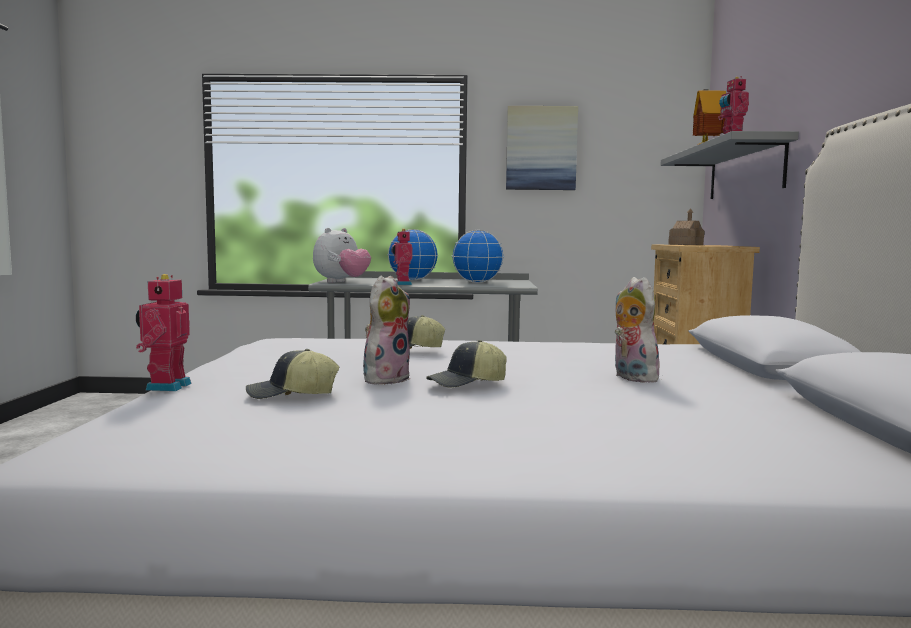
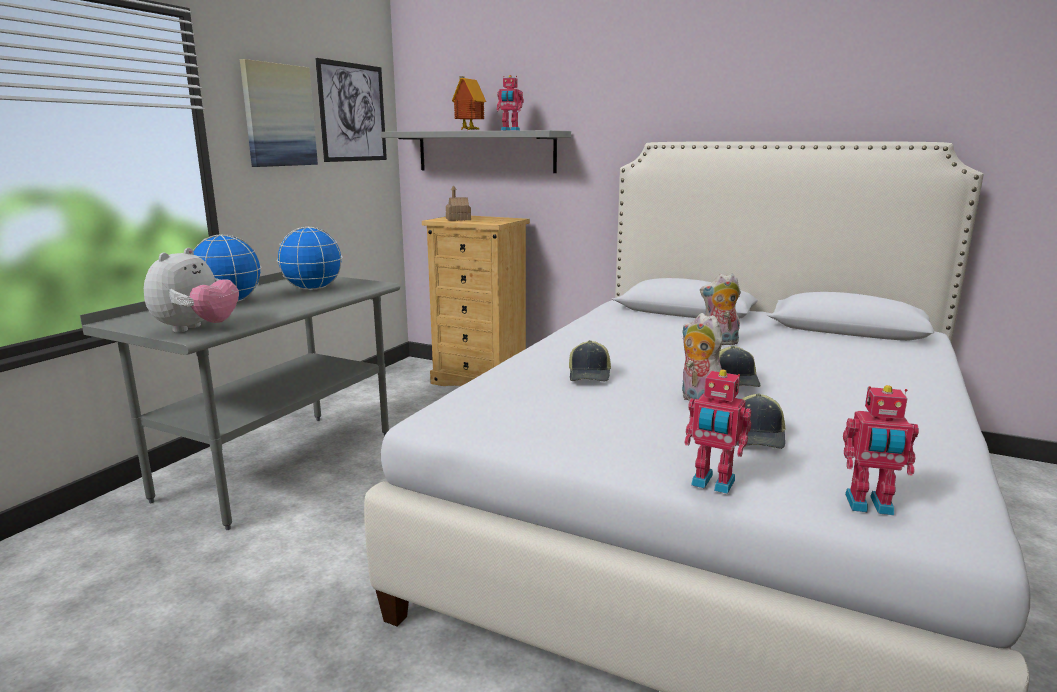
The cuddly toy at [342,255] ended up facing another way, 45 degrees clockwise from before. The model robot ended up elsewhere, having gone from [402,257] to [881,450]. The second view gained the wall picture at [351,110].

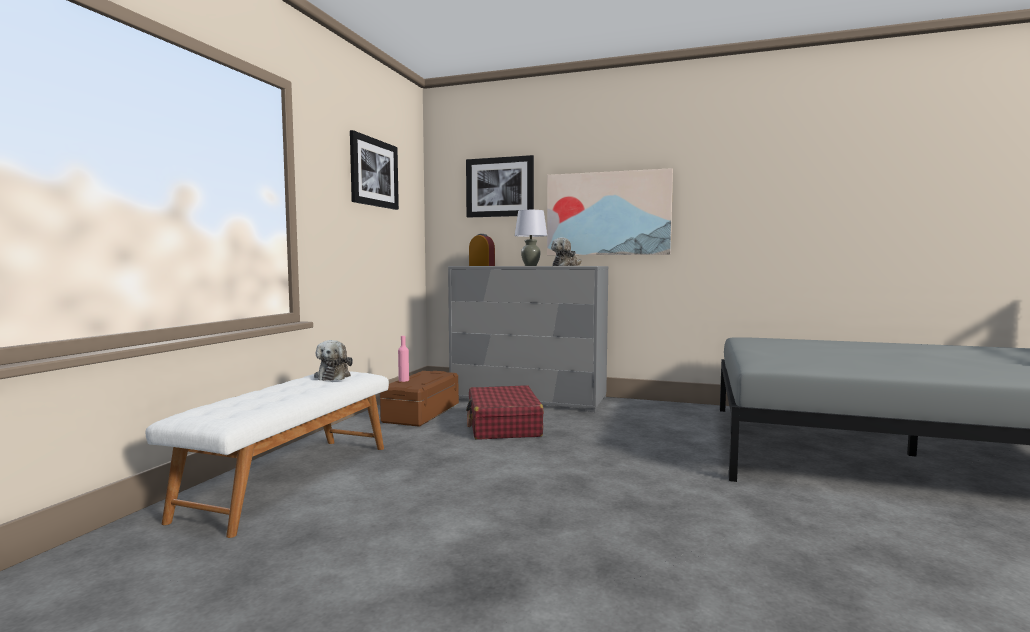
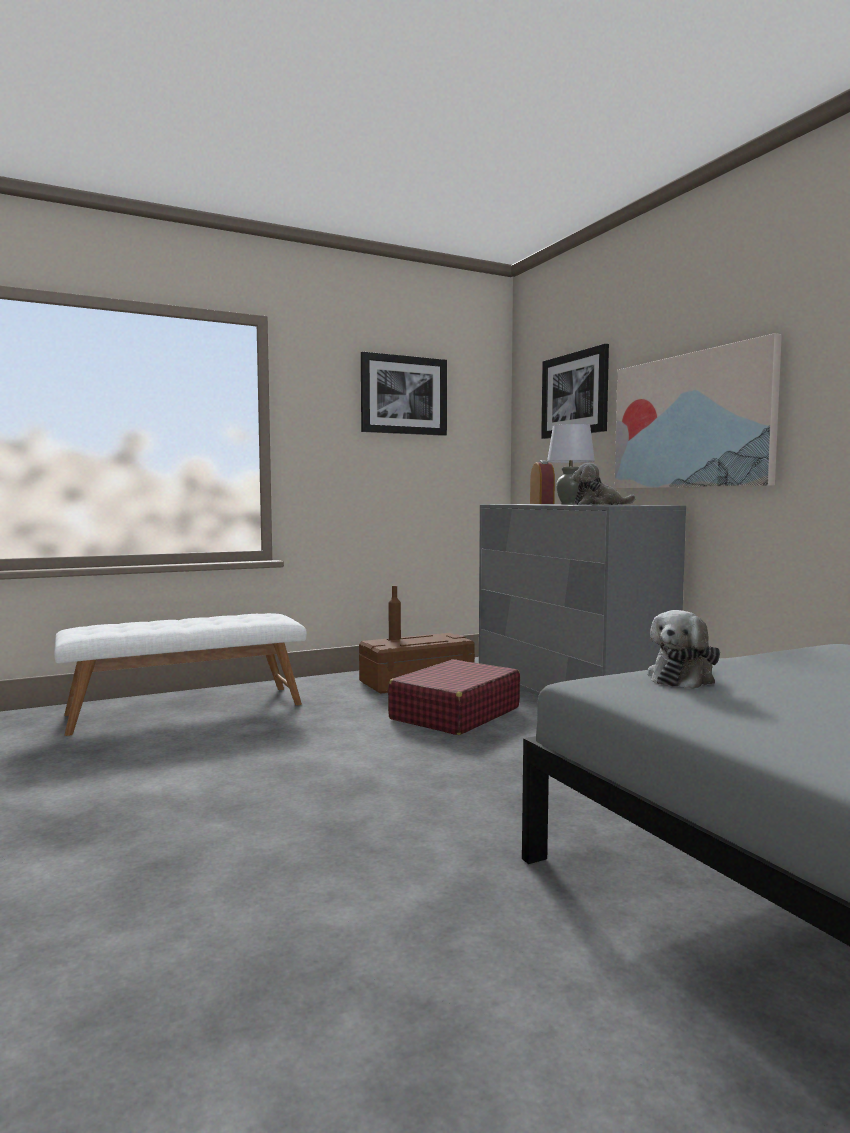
The cuddly toy ended up elsewhere, having gone from [333,360] to [683,649]. What was the pink bottle at [403,359] turned into the brownish bottle at [395,613].

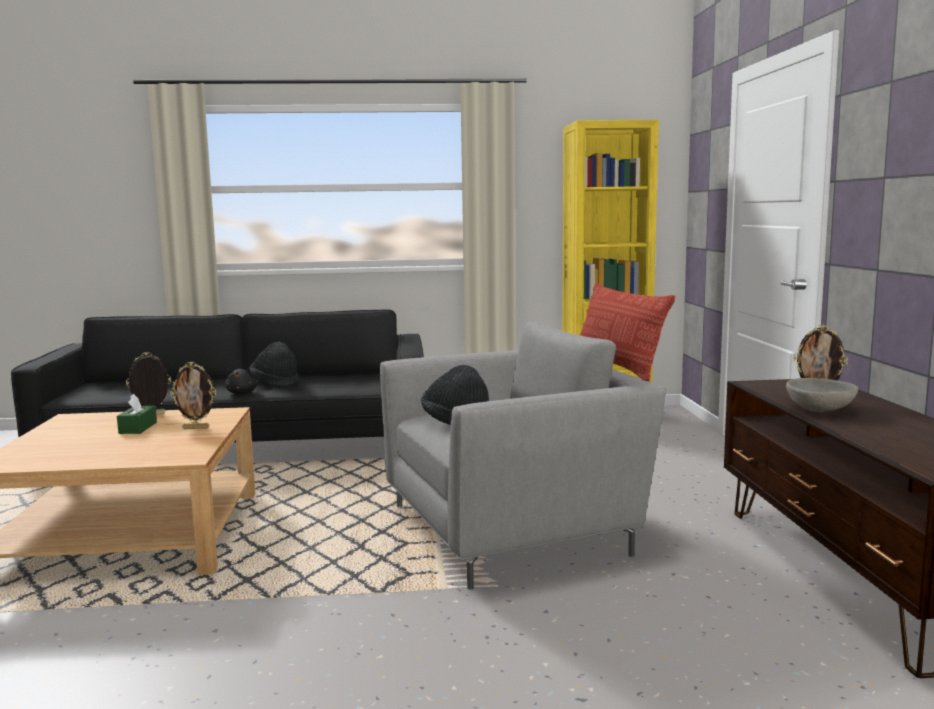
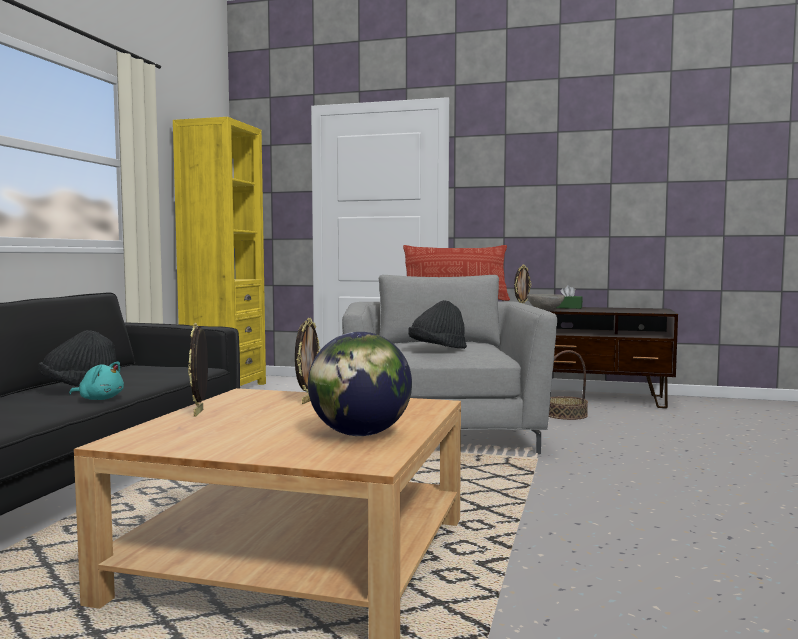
The green tissue holder ended up elsewhere, having gone from [137,413] to [569,297]. What was the black-coloured cuddly toy at [241,381] turned into the turquoise cuddly toy at [96,380]. The second view gained the world globe at [360,384]. The second view gained the household basket at [568,385].

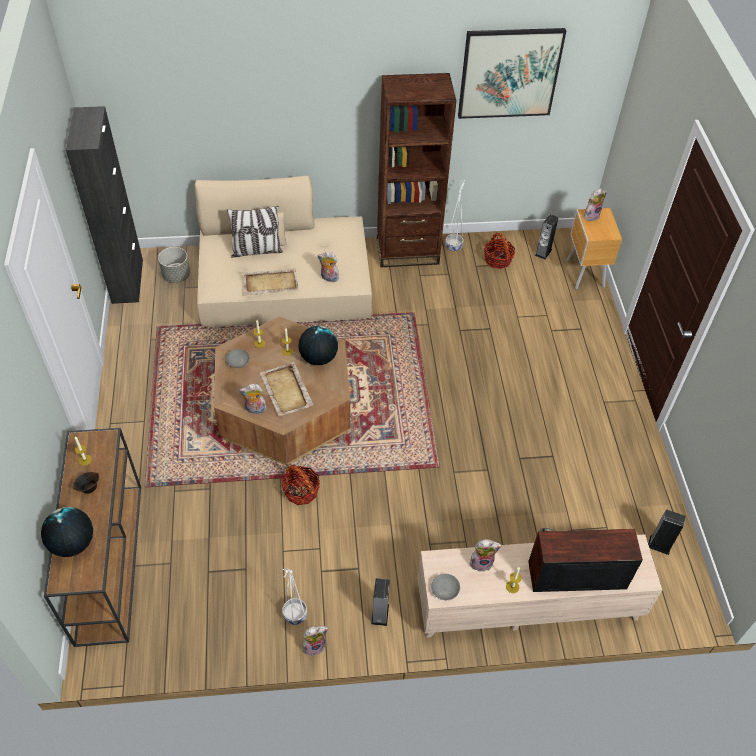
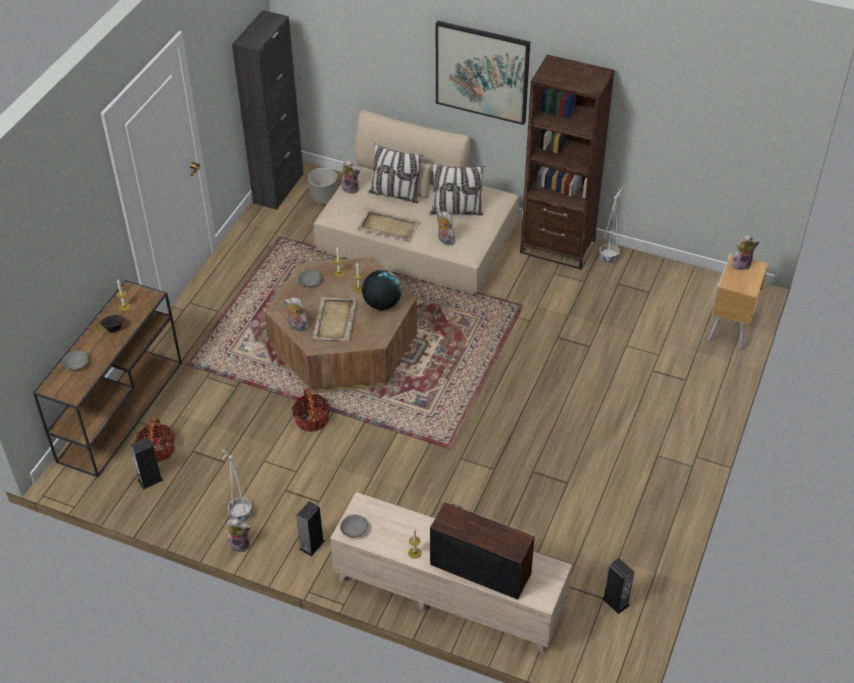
Where the world globe stood at [67,532], the grey deep dish came to stand at [75,360]. The wall picture ended up elsewhere, having gone from [512,73] to [483,73]. The cuddly toy ended up elsewhere, having gone from [486,555] to [351,177]. The household basket ended up elsewhere, having gone from [499,251] to [155,440]. The speaker ended up elsewhere, having gone from [547,237] to [147,463]. The second view gained the pillow at [457,189].

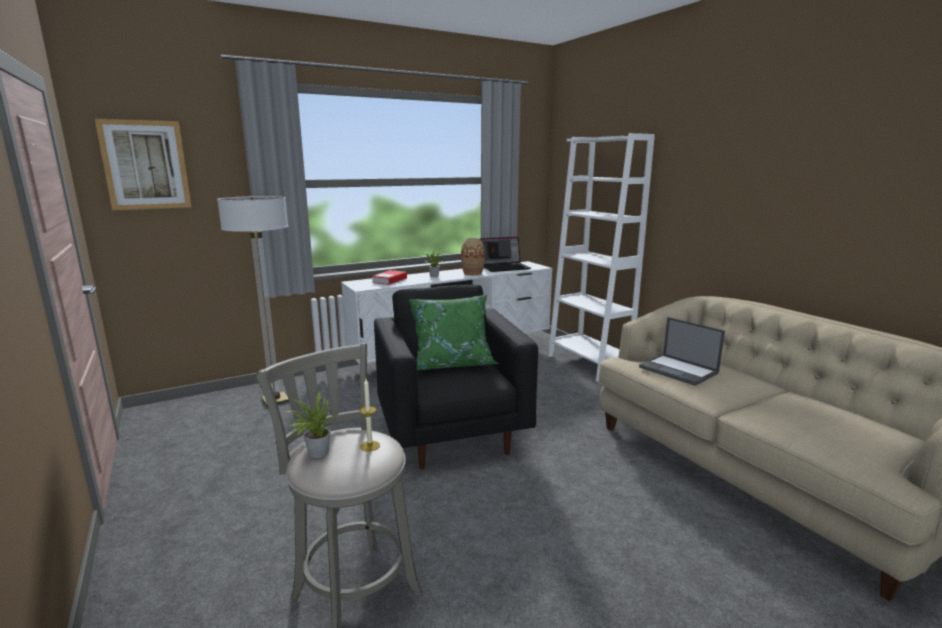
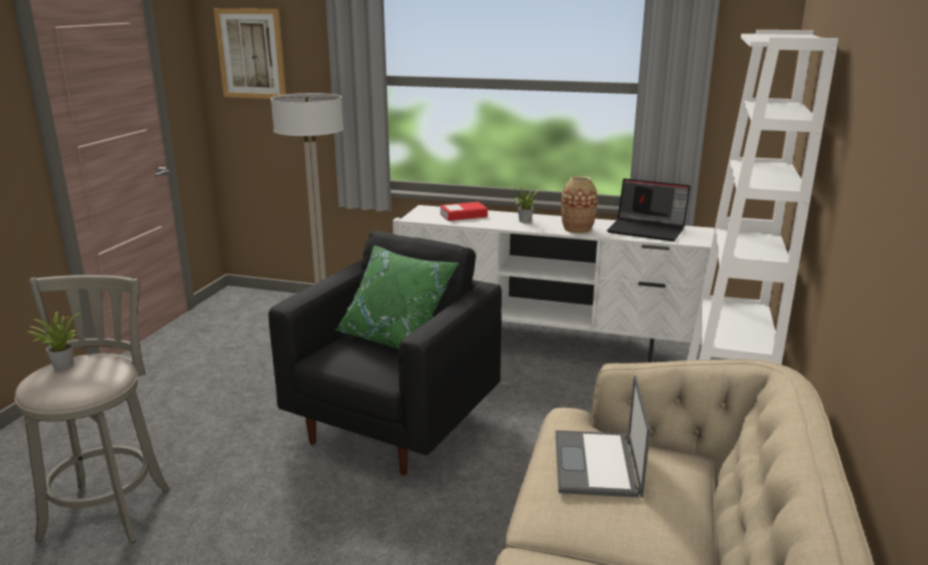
The second view lost the wax candle at [369,415].

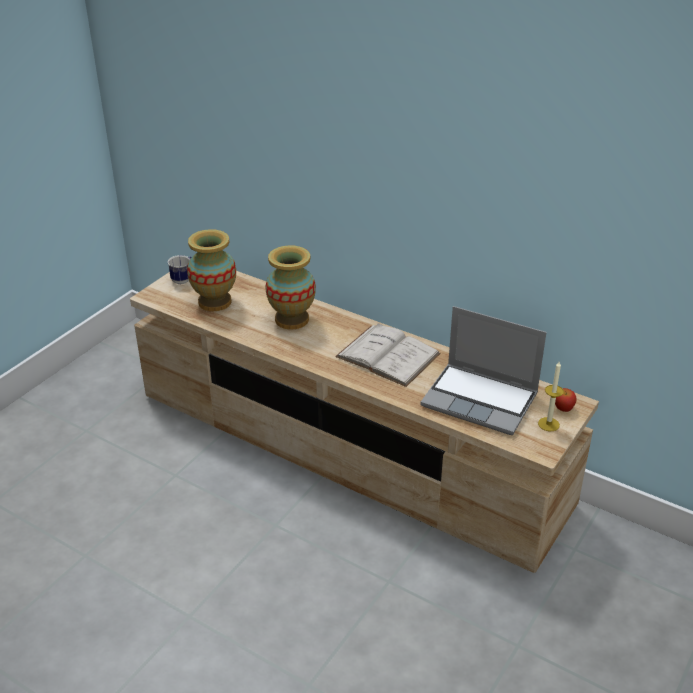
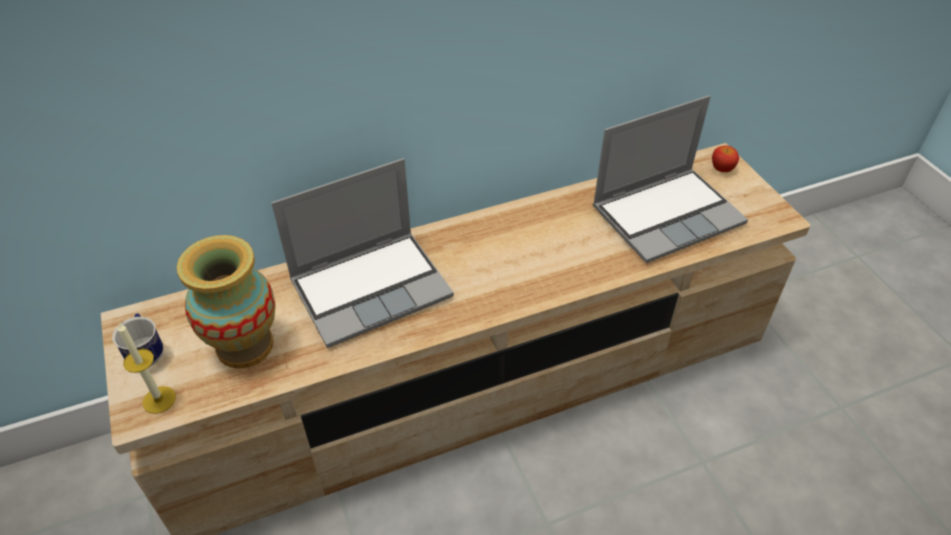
Where the decorative vase stood at [290,287], the portable computer came to stand at [362,253]. The second view lost the white book at [388,355]. The wax candle ended up elsewhere, having gone from [551,396] to [147,368].

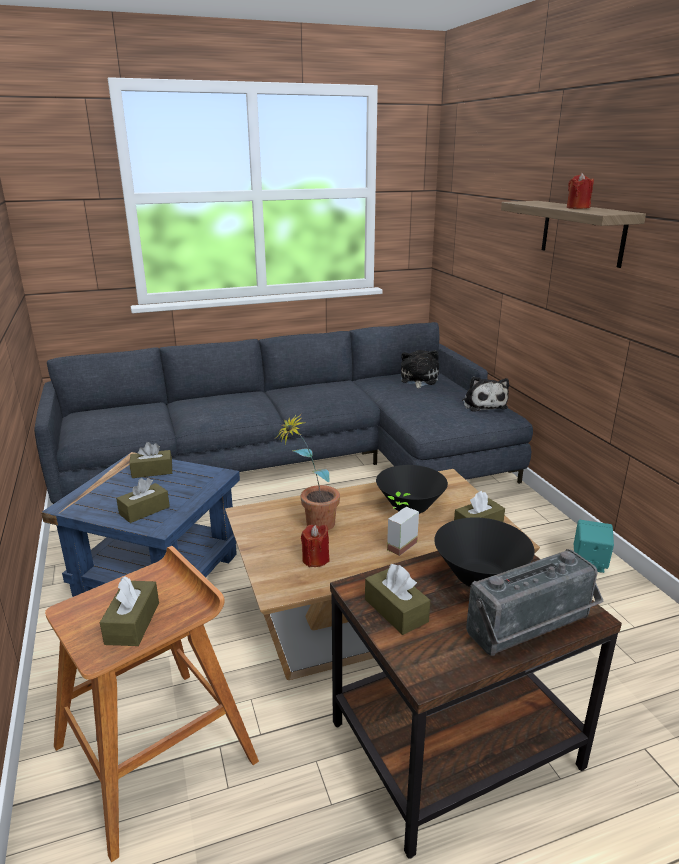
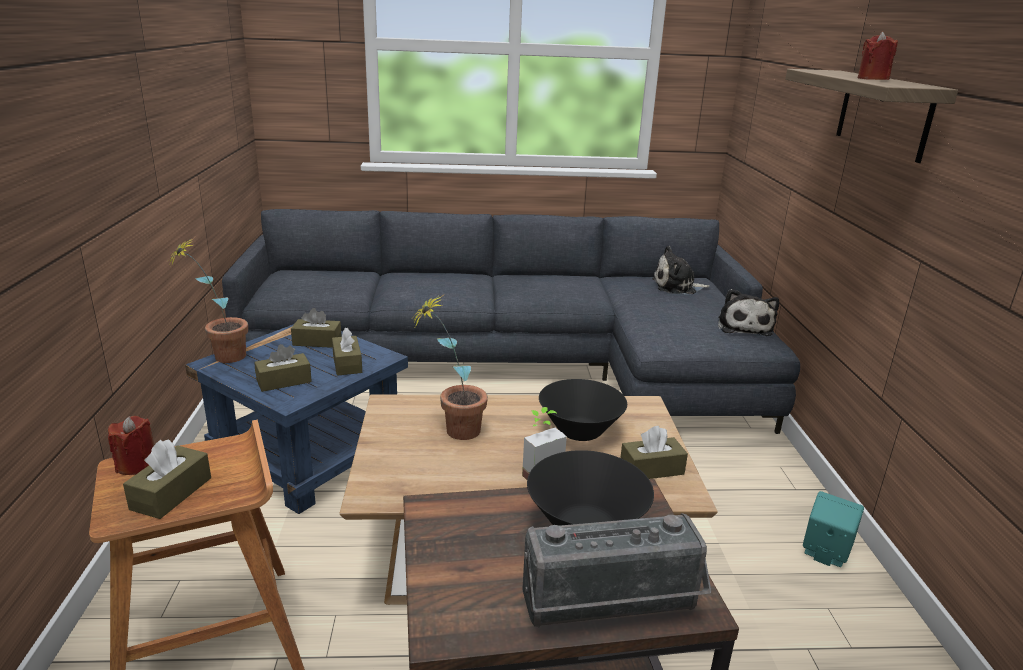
The red-coloured wax candle ended up elsewhere, having gone from [315,546] to [131,445]. The brownish tissue holder ended up elsewhere, having gone from [397,599] to [347,351]. The cuddly toy at [420,369] ended up facing another way, 120 degrees counterclockwise from before. The second view gained the houseplant at [208,299].

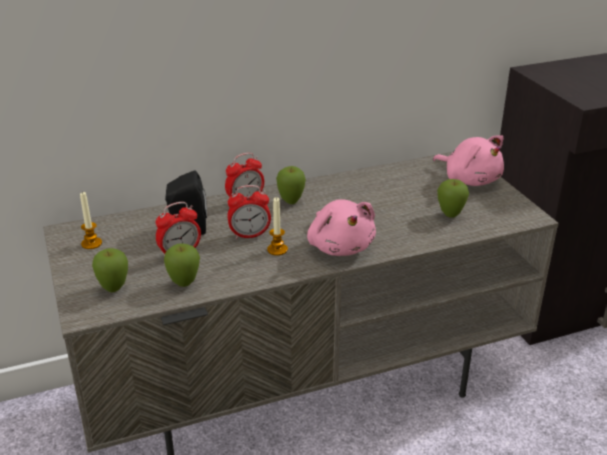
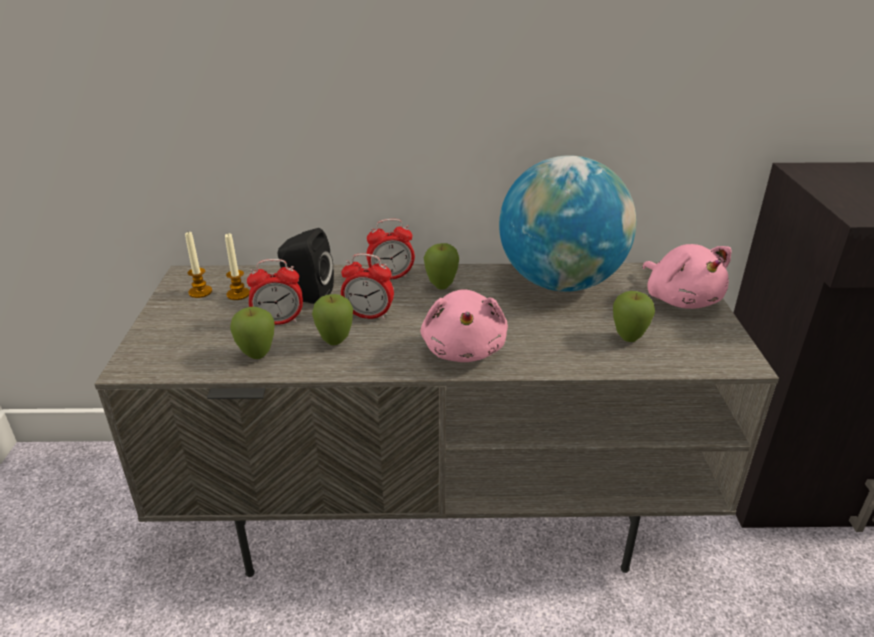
The whole apple ended up elsewhere, having gone from [110,270] to [332,319]. The wax candle ended up elsewhere, having gone from [277,226] to [237,266]. The second view gained the world globe at [567,223].

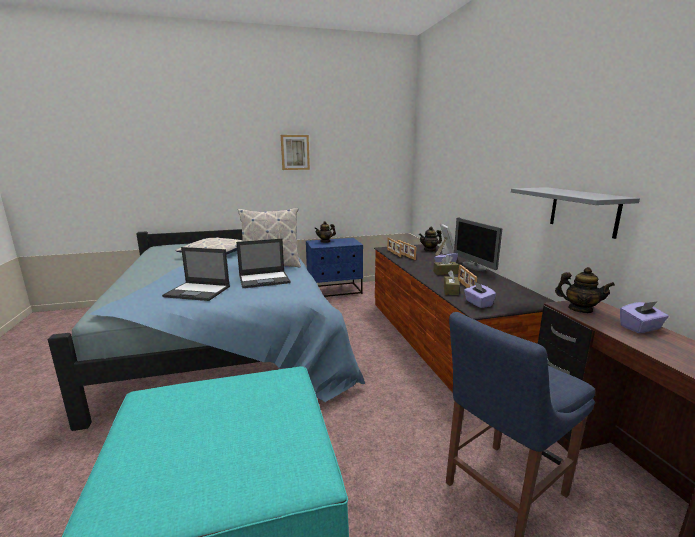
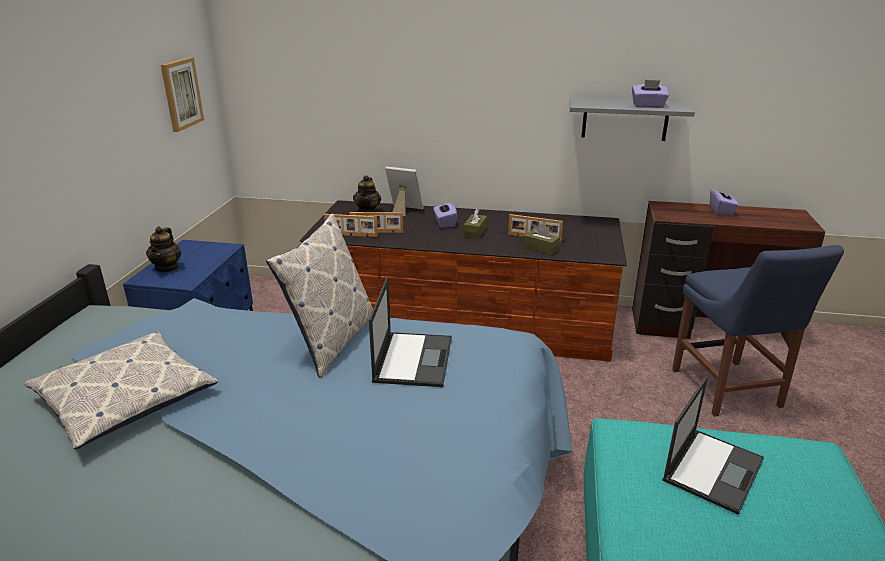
The portable computer ended up elsewhere, having gone from [196,274] to [713,445]. The wall picture ended up elsewhere, having gone from [295,152] to [182,94]. The second view lost the computer display at [478,244]. The purple-coloured tissue holder ended up elsewhere, having gone from [480,295] to [650,94]. The second view lost the pot for tea at [585,290].

